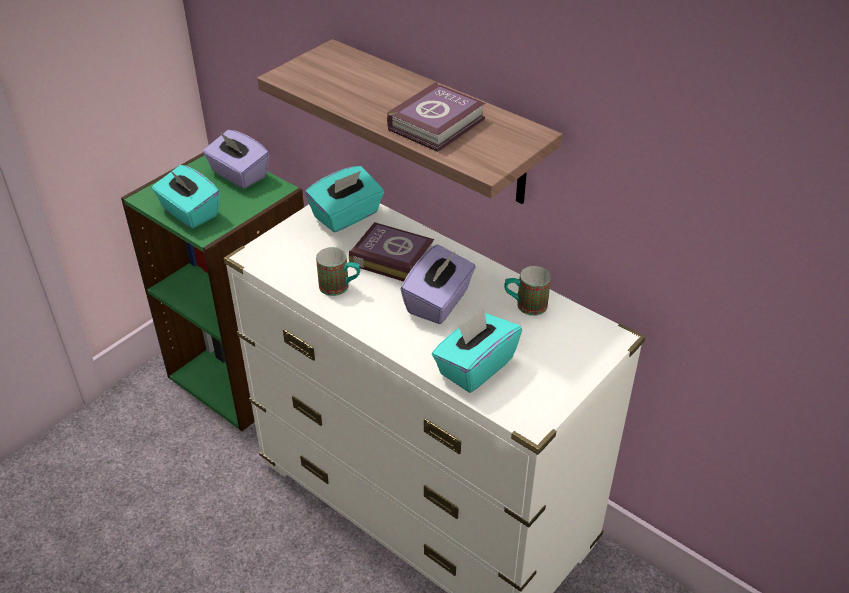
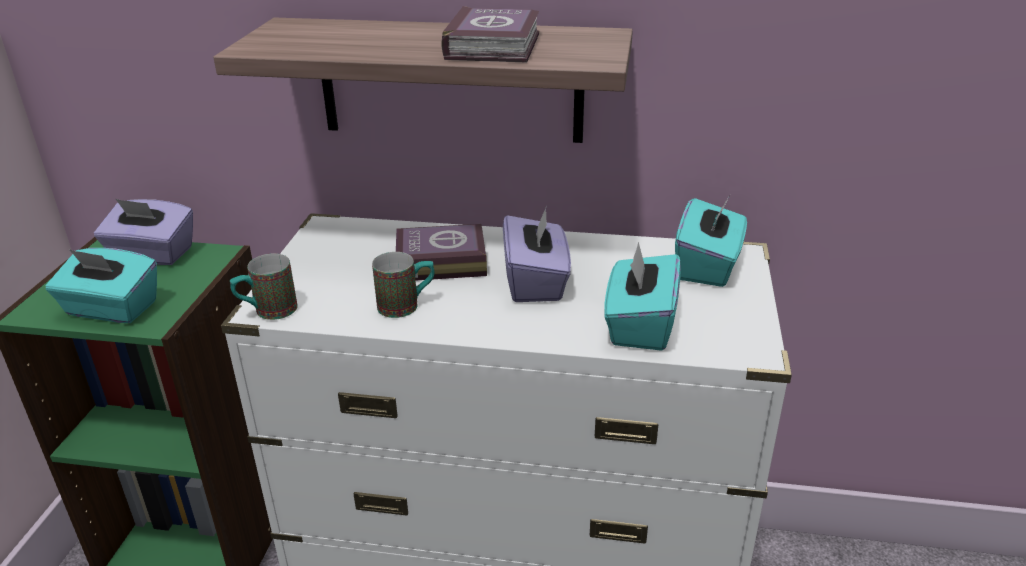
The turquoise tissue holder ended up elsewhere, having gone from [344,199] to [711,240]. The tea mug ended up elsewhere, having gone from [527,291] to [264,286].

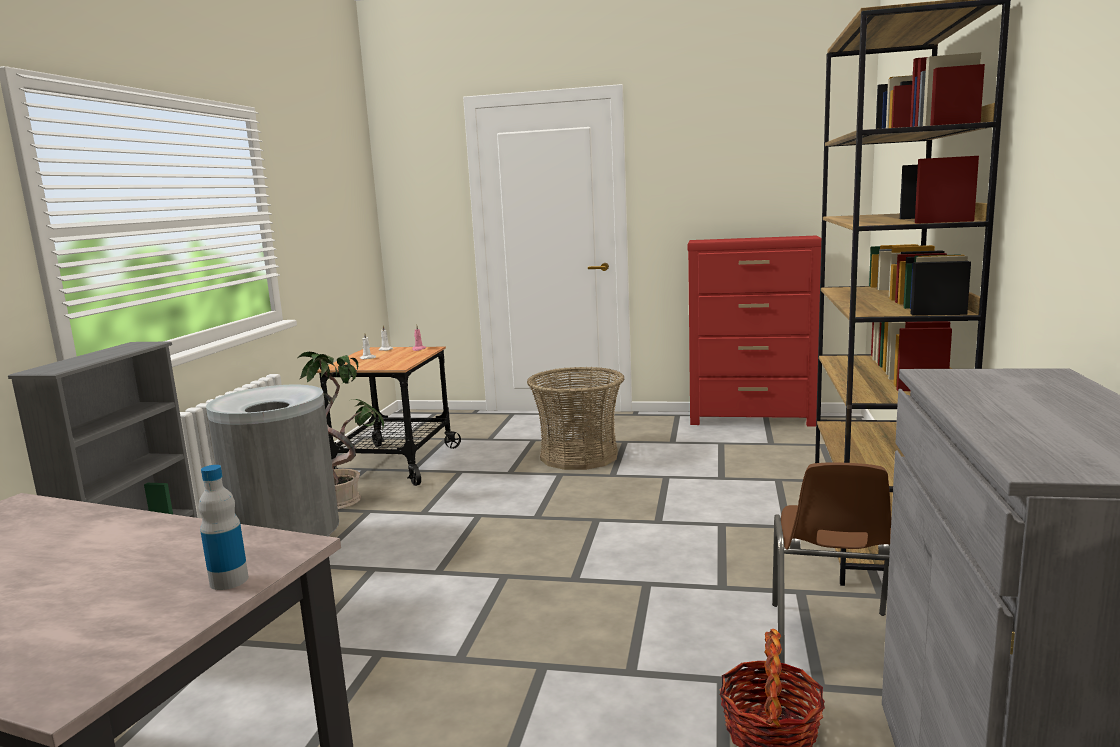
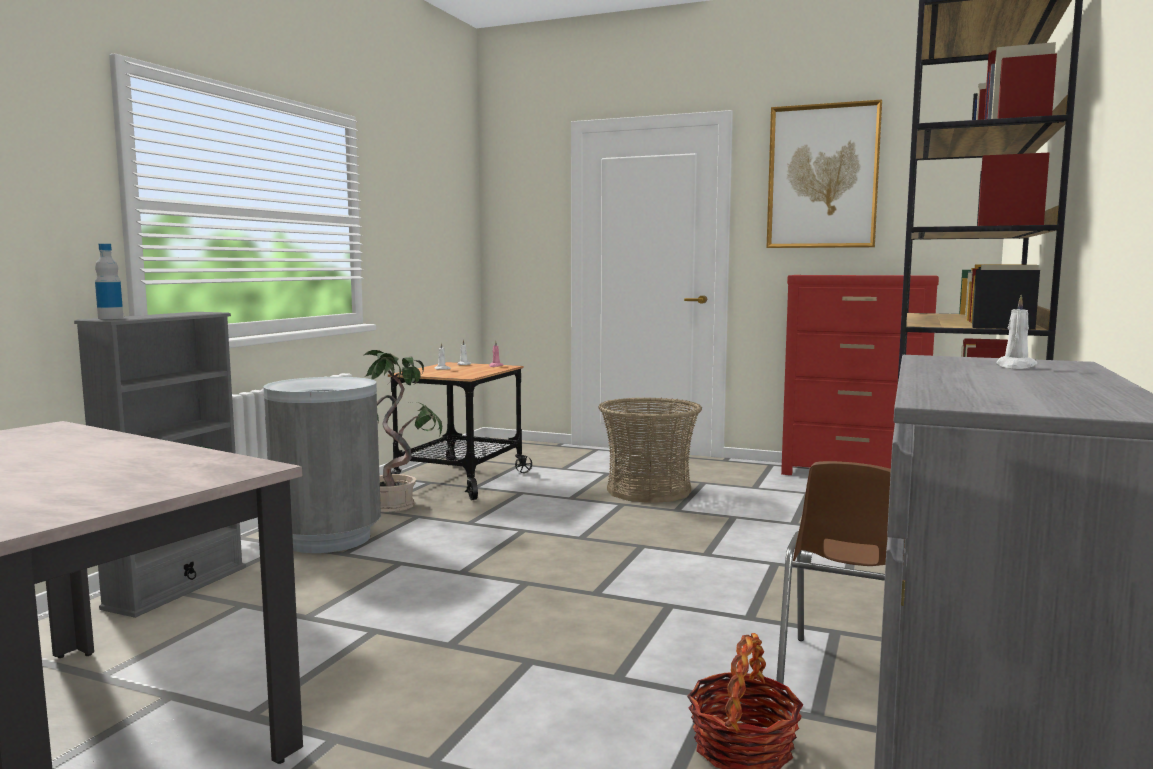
The bottle ended up elsewhere, having gone from [224,527] to [109,281]. The second view gained the wall picture at [824,174]. The second view gained the white wax candle at [1016,332].

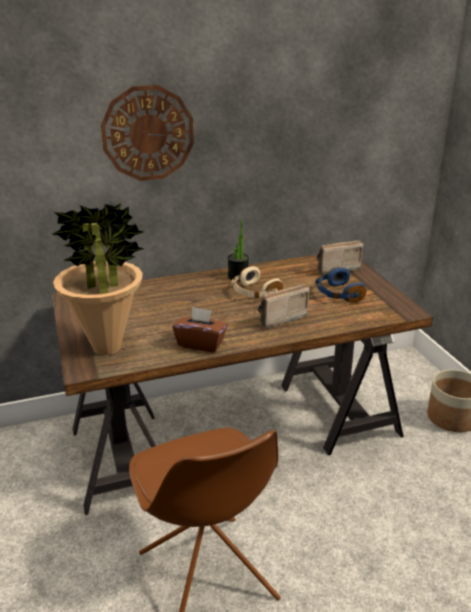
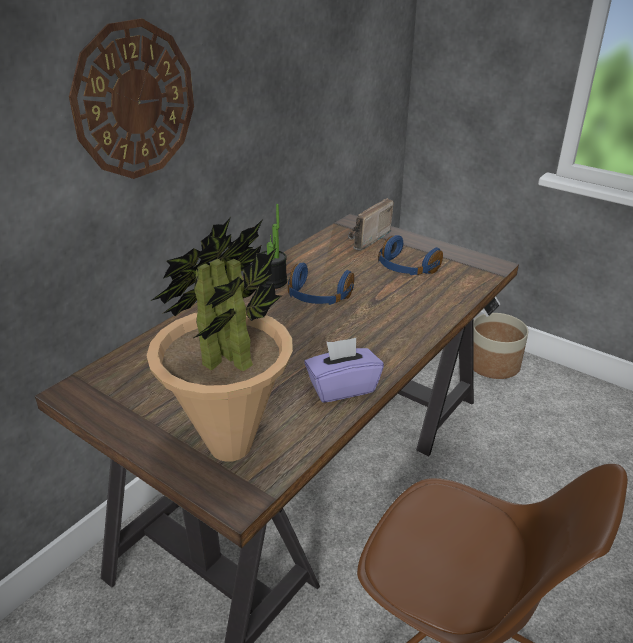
What was the brownish tissue holder at [200,329] turned into the purple-coloured tissue holder at [344,370]. What was the beige-coloured headset at [257,282] turned into the blue headset at [321,284]. The second view lost the radio at [284,306].

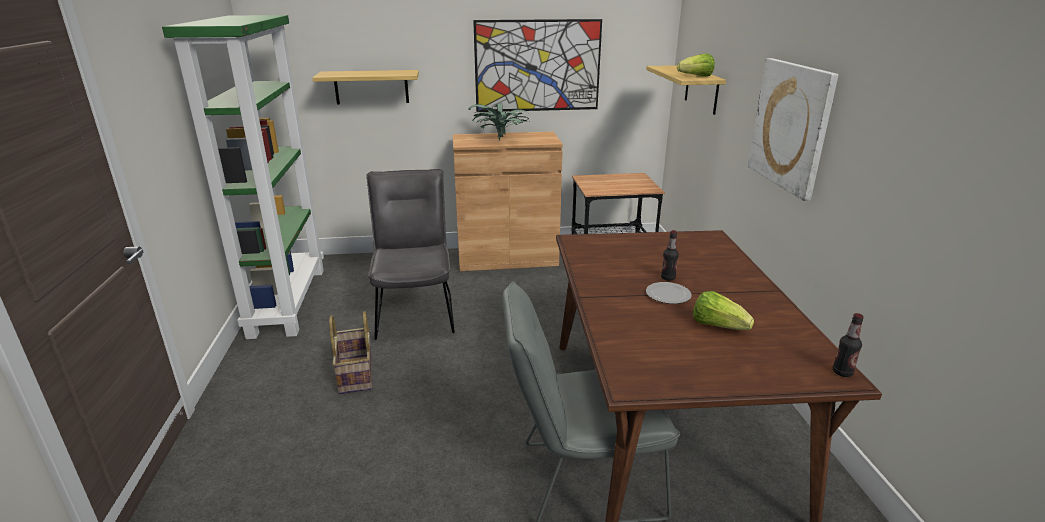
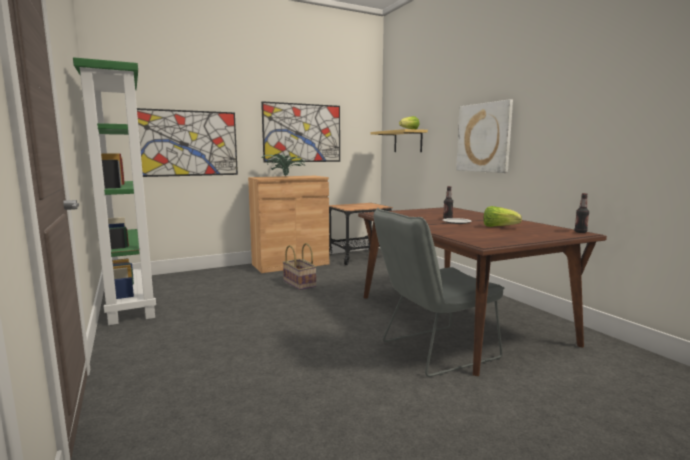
Where the wall shelf hung at [365,87], the wall picture came to hang at [187,142]. The household basket ended up elsewhere, having gone from [350,352] to [300,266]. The second view lost the grey upright chair at [410,254].

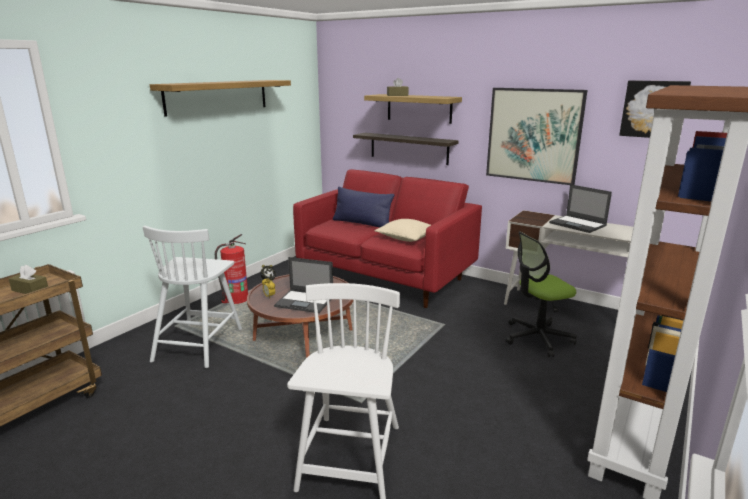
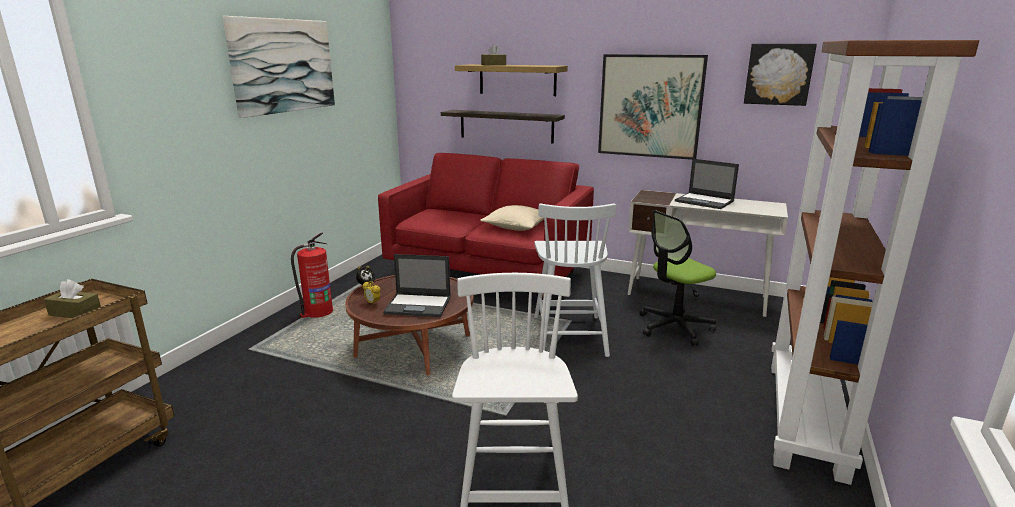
The white upright chair ended up elsewhere, having gone from [192,297] to [575,280]. Where the wall shelf hung at [220,98], the wall picture came to hang at [279,67]. The second view lost the blue pillow at [363,206].

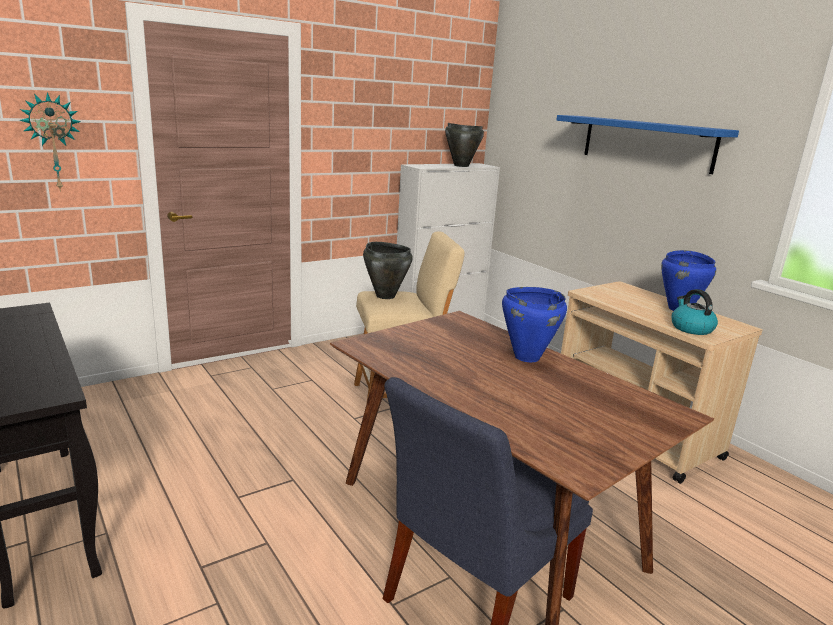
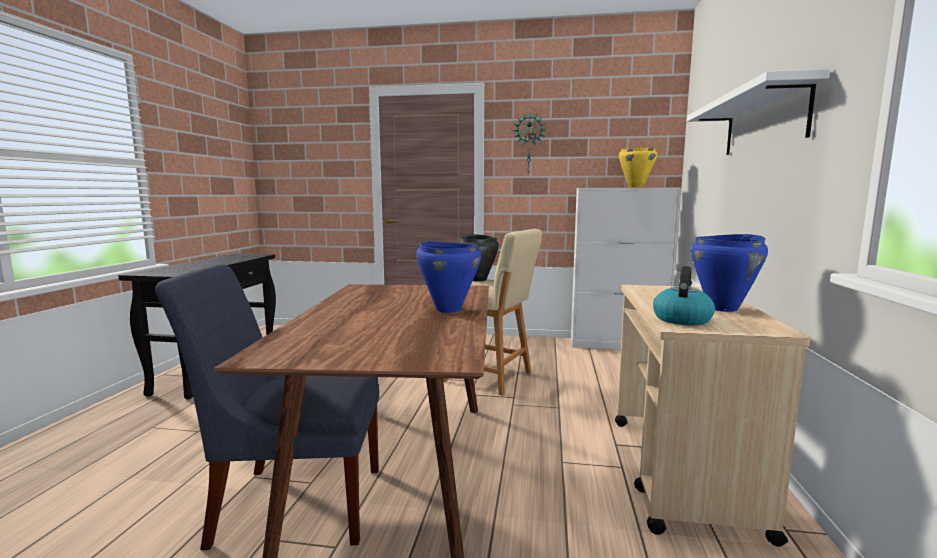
The wall clock ended up elsewhere, having gone from [50,142] to [529,144]. What was the black-coloured cooking pot at [464,145] turned into the yellow cooking pot at [638,168]. What was the blue wall shelf at [647,144] turned into the white wall shelf at [758,112].

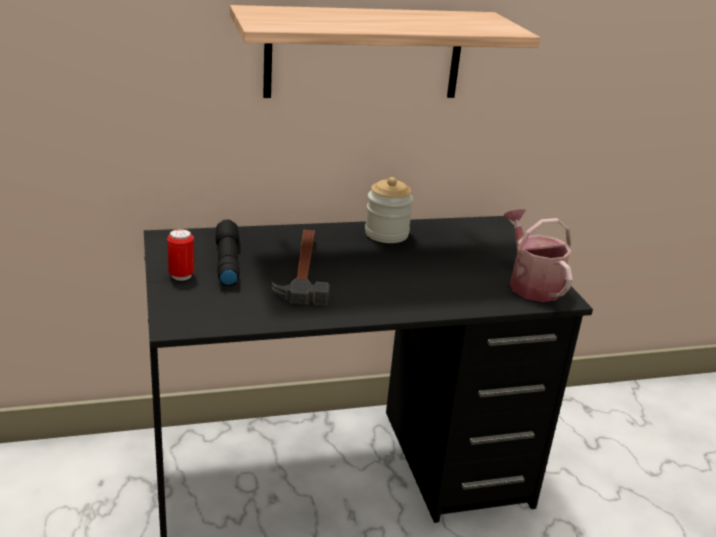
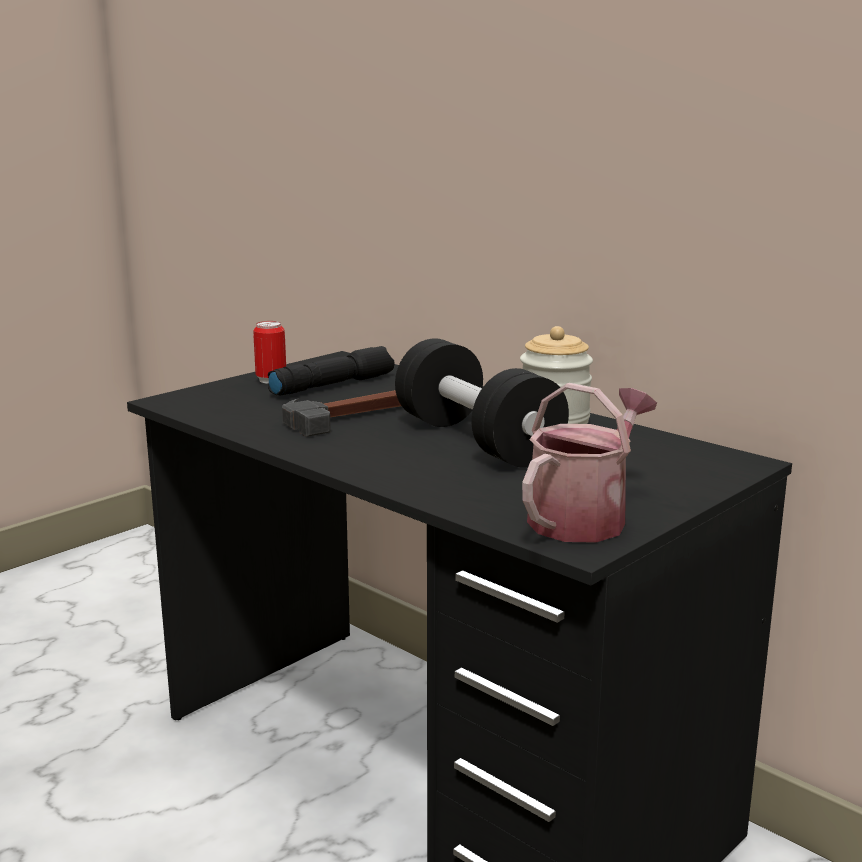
The second view lost the wall shelf at [385,51]. The second view gained the black-coloured dumbbell at [482,403].

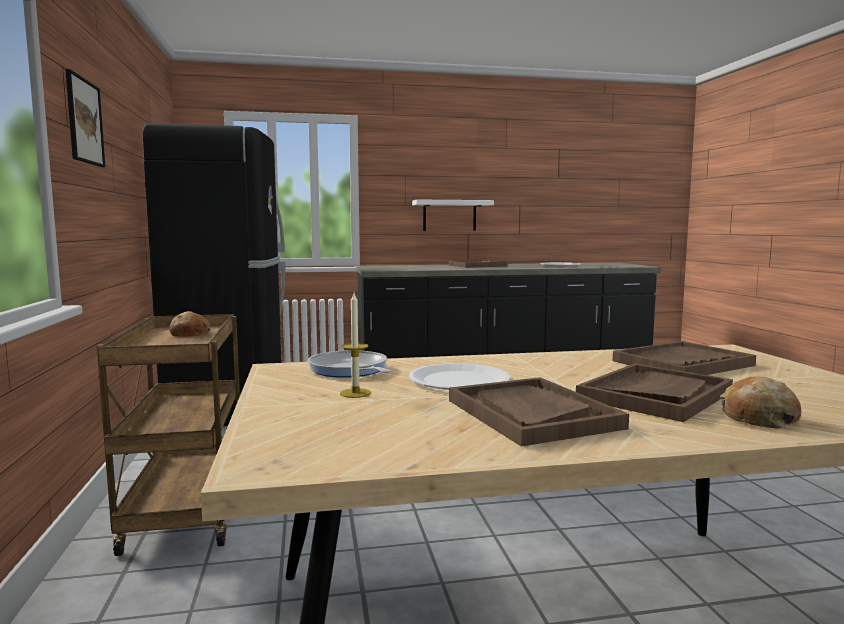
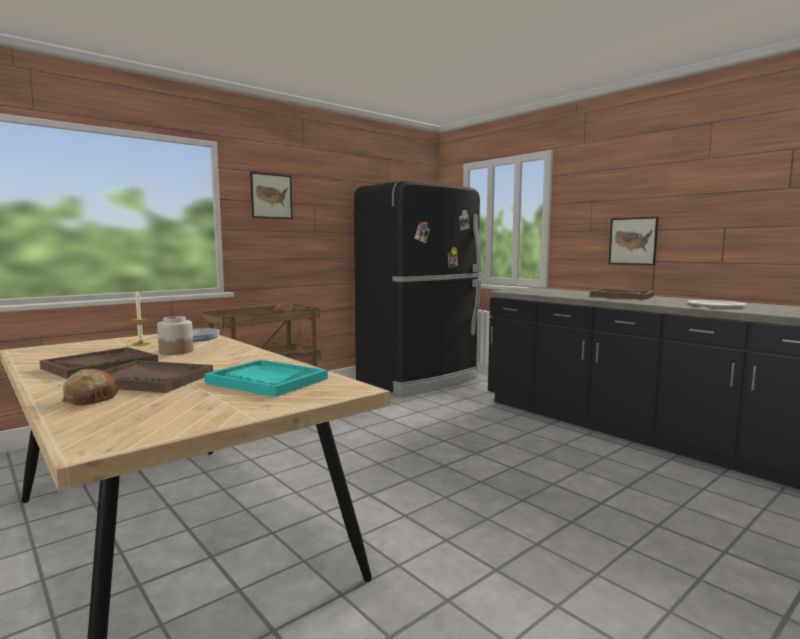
Where the white dinner plate stood at [460,377], the storage jar came to stand at [175,335]. Where the white wall shelf hung at [453,215], the wall picture came to hang at [633,241]. What was the brownish serving tray at [684,358] turned into the turquoise serving tray at [266,378].

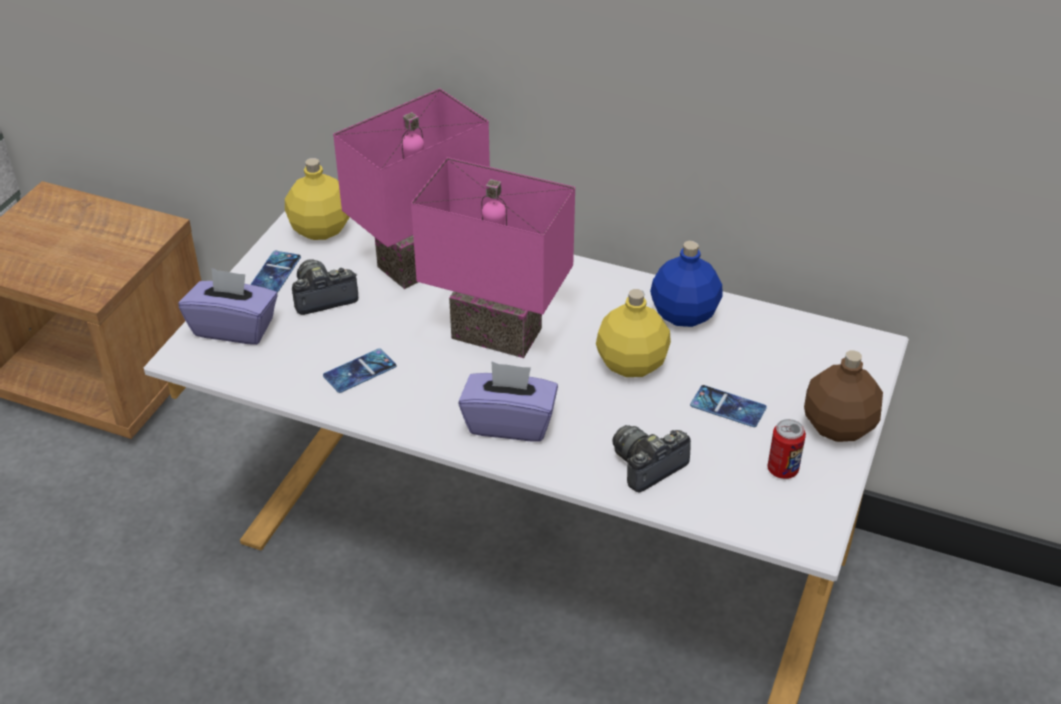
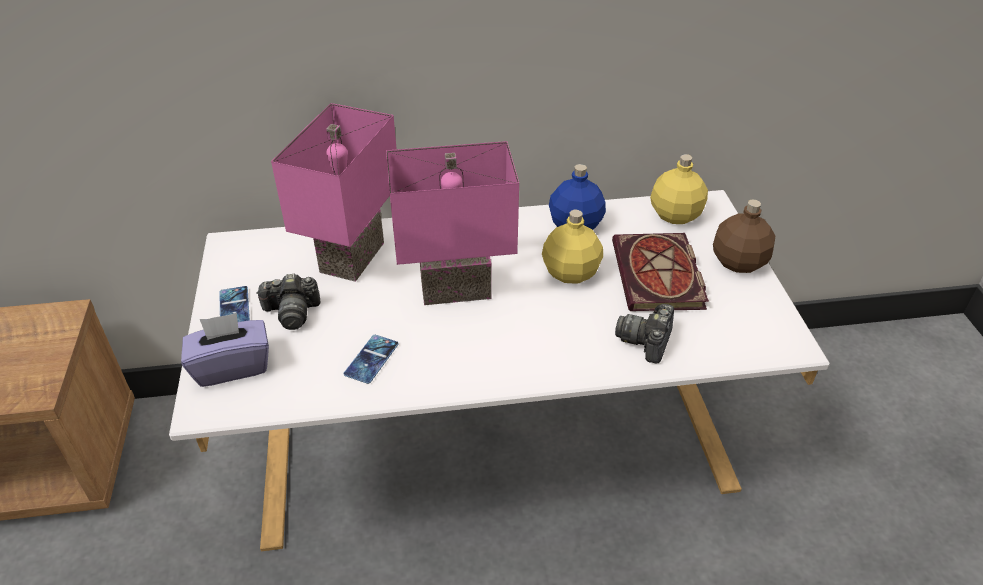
The yellow bottle ended up elsewhere, having gone from [317,199] to [679,189]. The still camera at [325,287] ended up facing another way, 135 degrees counterclockwise from before. The second view lost the purple-coloured tissue holder at [508,402]. Where the handset stood at [728,406], the book came to stand at [660,272]. The second view lost the can at [786,449].

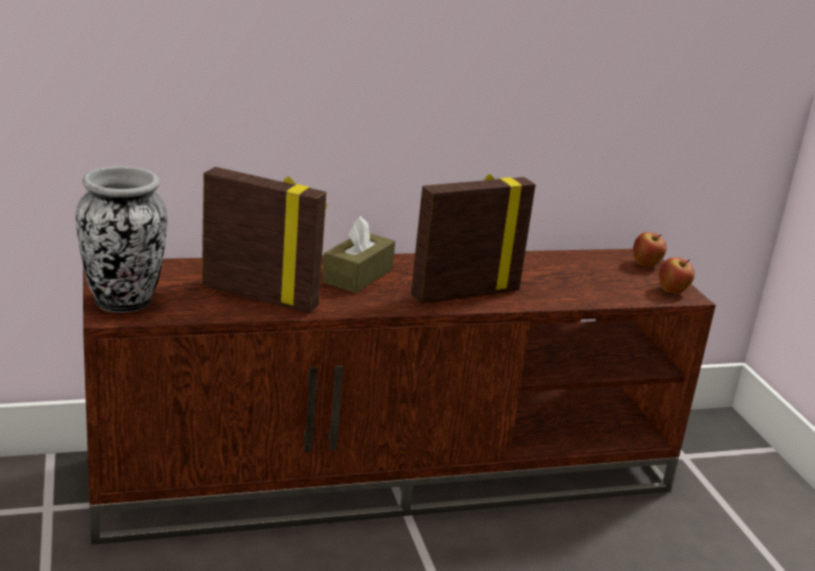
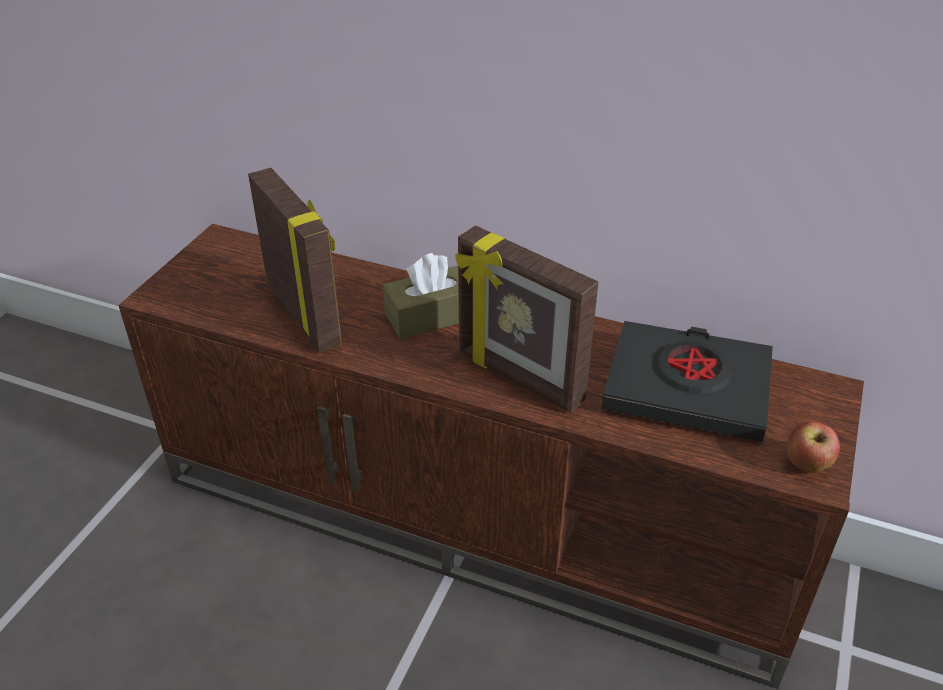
The second view lost the decorative vase at [122,239]. The standing frame at [473,239] ended up facing another way, 150 degrees counterclockwise from before. The second view lost the whole apple at [650,249]. The second view gained the black-coloured book at [687,381].

